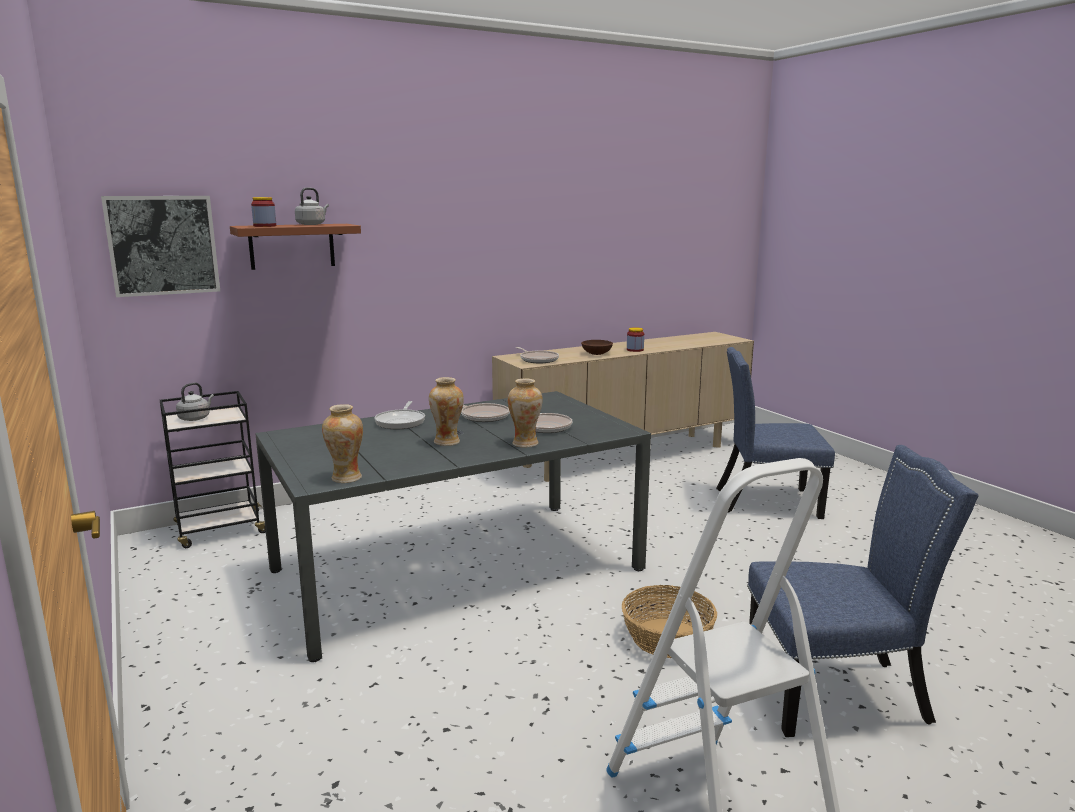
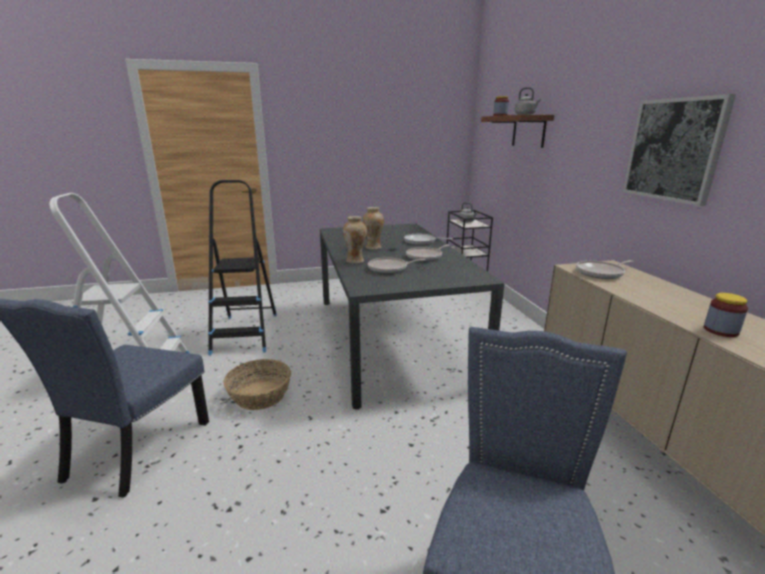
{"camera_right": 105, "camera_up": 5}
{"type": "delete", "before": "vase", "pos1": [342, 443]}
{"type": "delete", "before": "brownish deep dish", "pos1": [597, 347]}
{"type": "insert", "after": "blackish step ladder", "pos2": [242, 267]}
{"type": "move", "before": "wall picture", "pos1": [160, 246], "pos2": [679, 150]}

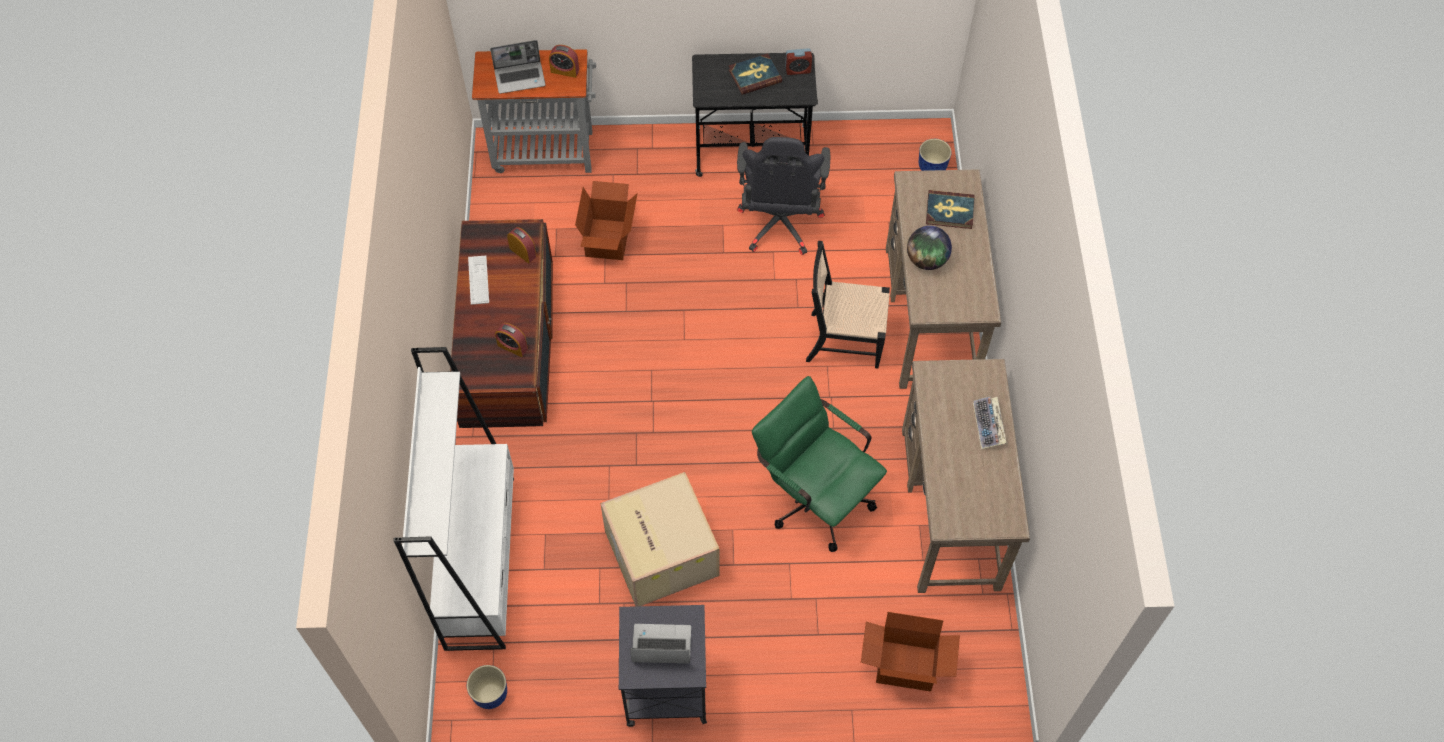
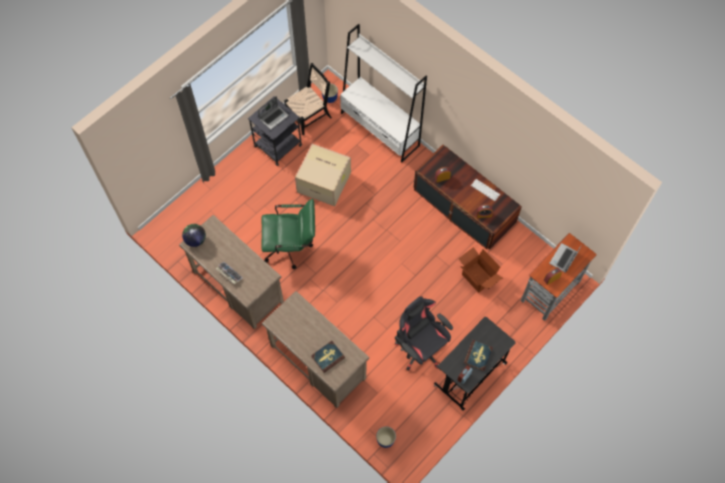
{"camera_right": 135, "camera_up": 5}
{"type": "delete", "before": "carton", "pos1": [910, 651]}
{"type": "move", "before": "upright chair", "pos1": [848, 304], "pos2": [308, 99]}
{"type": "move", "before": "world globe", "pos1": [929, 248], "pos2": [194, 235]}

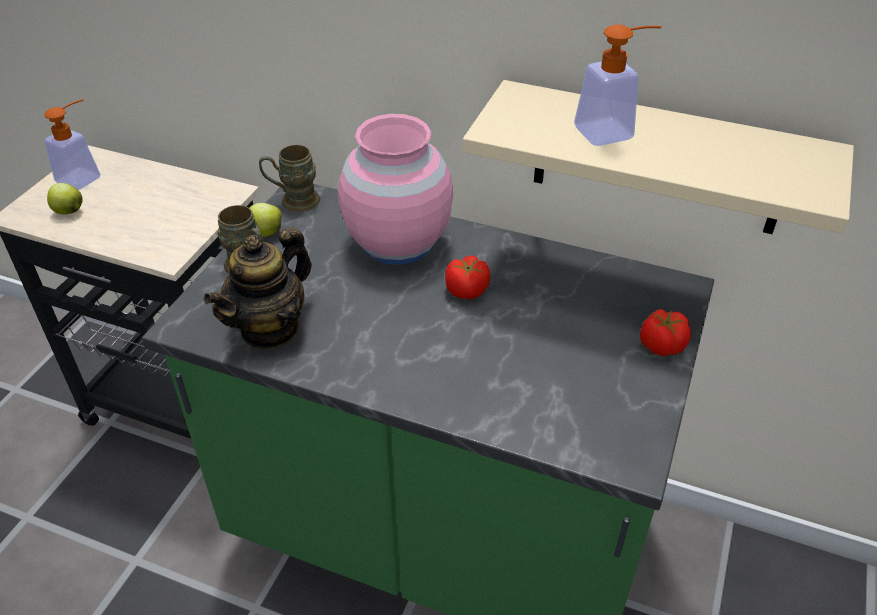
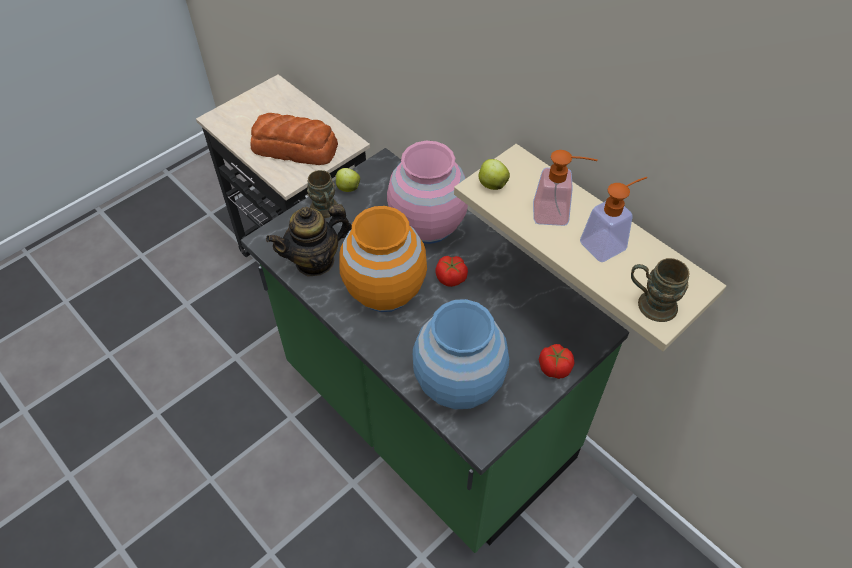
{"camera_right": 25, "camera_up": 10}
{"type": "insert", "after": "baked bread", "pos2": [294, 139]}
{"type": "insert", "after": "orange-coloured vase", "pos2": [383, 259]}
{"type": "insert", "after": "bluish vase", "pos2": [461, 354]}
{"type": "move", "before": "liquid soap bottle", "pos1": [72, 144], "pos2": [613, 219]}
{"type": "move", "before": "whole apple", "pos1": [65, 198], "pos2": [494, 174]}
{"type": "move", "before": "brownish tea mug", "pos1": [289, 178], "pos2": [660, 290]}

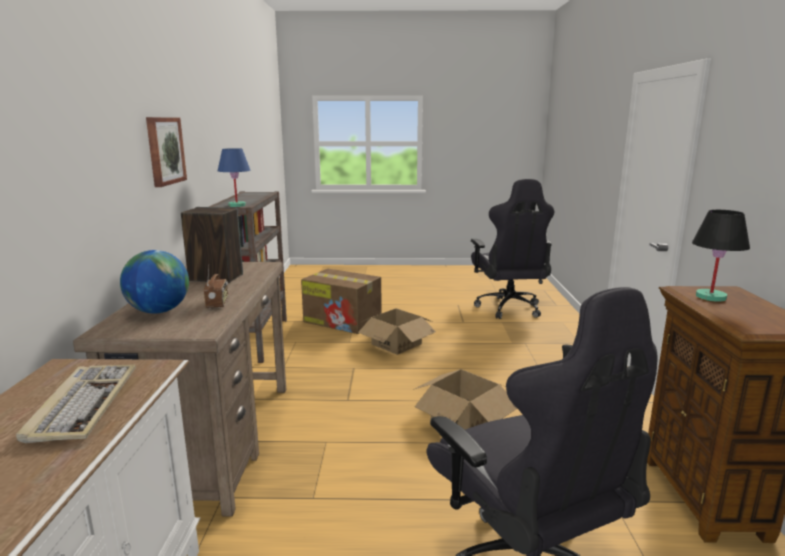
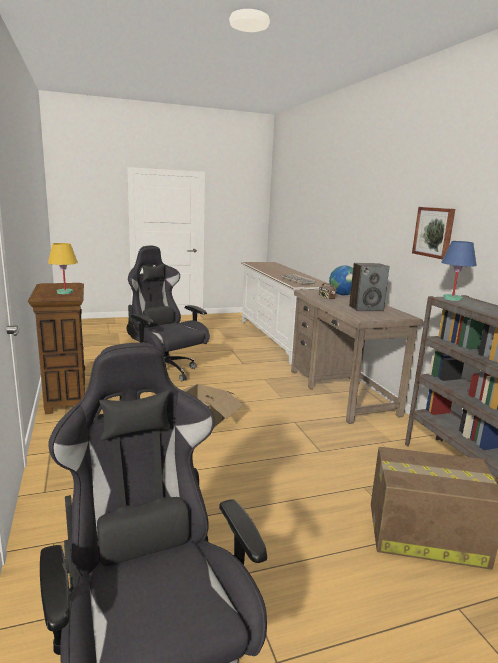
{"camera_right": 160, "camera_up": 0}
{"type": "delete", "before": "carton", "pos1": [397, 331]}
{"type": "recolor", "before": "blackish table lamp", "after": "yellow table lamp", "pos1": [721, 256], "pos2": [63, 268]}

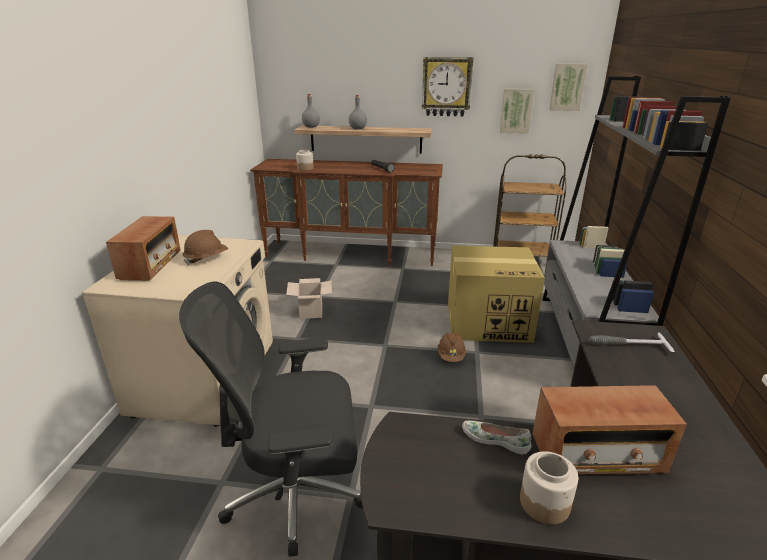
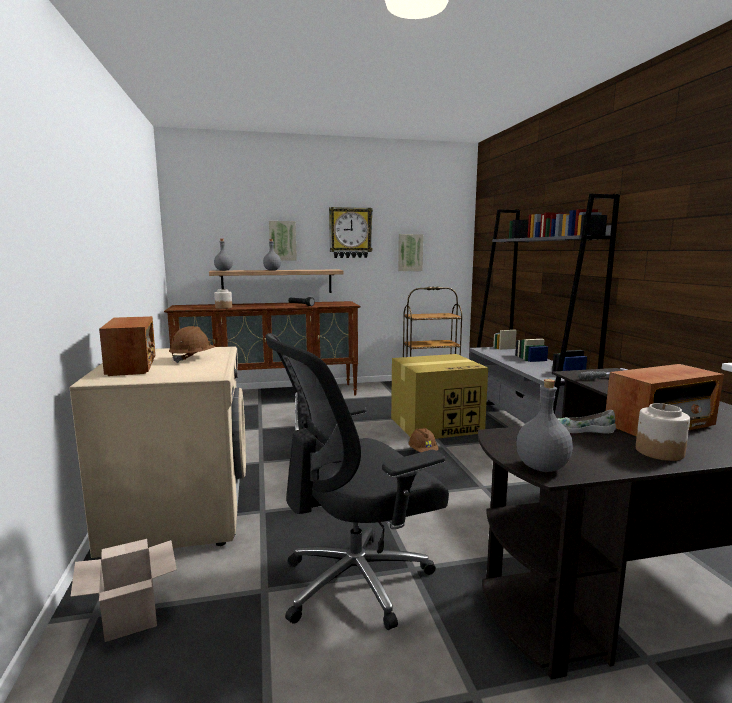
{"camera_right": -20, "camera_up": -15}
{"type": "insert", "after": "gray beverage bottle", "pos2": [544, 425]}
{"type": "move", "before": "carton", "pos1": [309, 298], "pos2": [123, 590]}
{"type": "move", "before": "wall picture", "pos1": [568, 87], "pos2": [283, 241]}

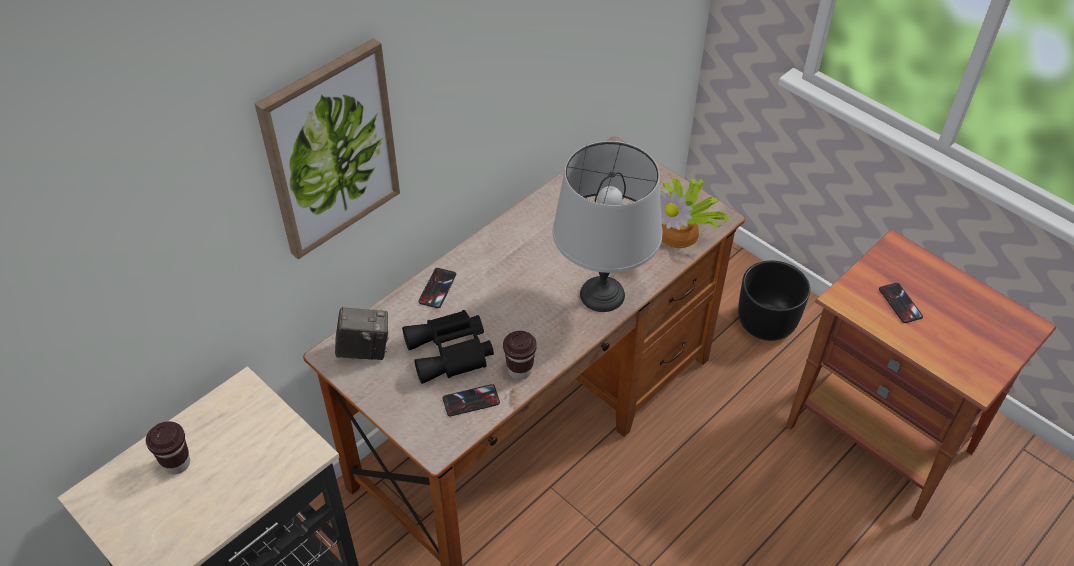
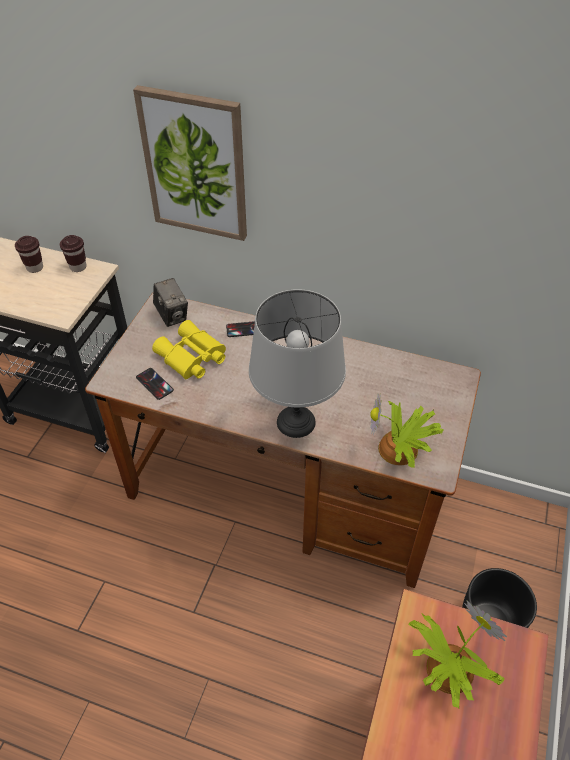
{"camera_right": 65, "camera_up": 0}
{"type": "move", "before": "brownish cup", "pos1": [520, 355], "pos2": [73, 253]}
{"type": "replace", "before": "phone", "after": "plant in a pot", "pos1": [901, 303], "pos2": [457, 654]}
{"type": "recolor", "before": "blackish field glasses", "after": "yellow field glasses", "pos1": [448, 347], "pos2": [189, 349]}

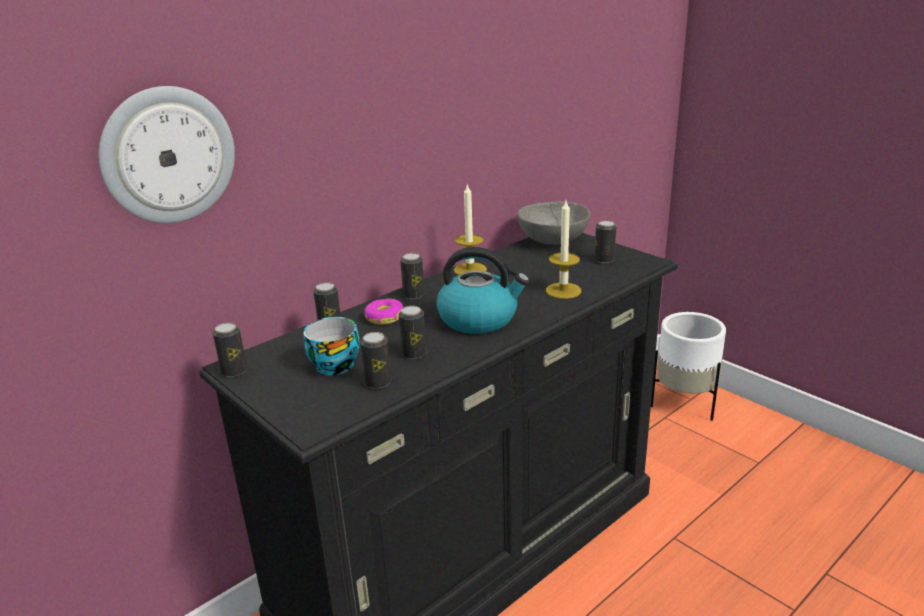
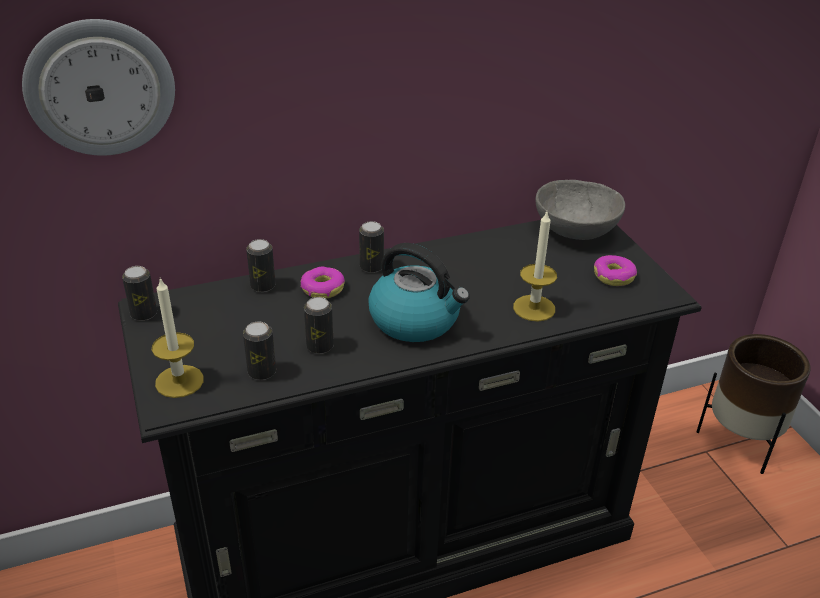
{"camera_right": 20, "camera_up": 10}
{"type": "delete", "before": "cup", "pos1": [331, 346]}
{"type": "move", "before": "candle", "pos1": [470, 229], "pos2": [178, 338]}
{"type": "replace", "before": "metal can", "after": "ring doughnut", "pos1": [605, 241], "pos2": [615, 270]}
{"type": "recolor", "before": "whitish plant pot", "after": "brownish plant pot", "pos1": [688, 366], "pos2": [753, 404]}

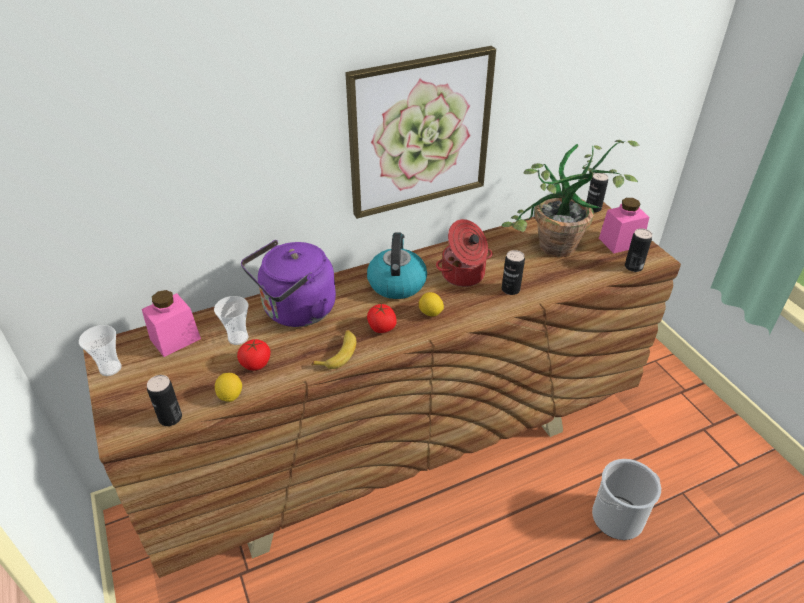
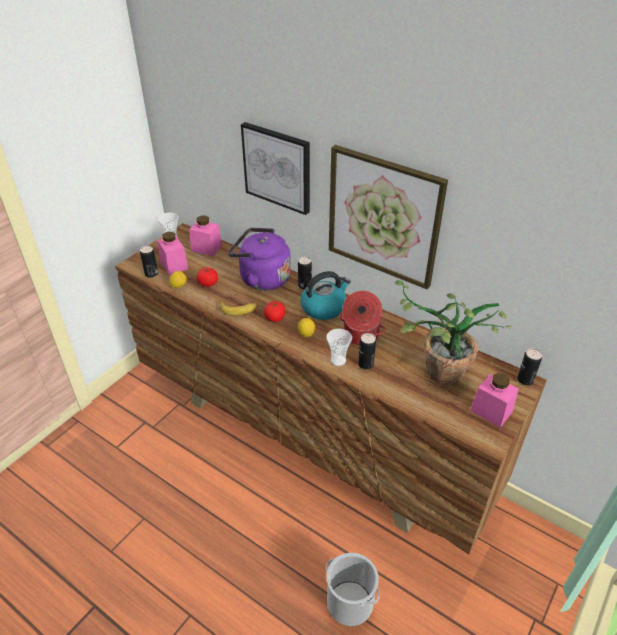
{"camera_right": 60, "camera_up": 0}
{"type": "insert", "after": "pink-coloured storage jar", "pos2": [172, 253]}
{"type": "insert", "after": "wall picture", "pos2": [275, 168]}
{"type": "move", "before": "cup", "pos1": [231, 320], "pos2": [339, 347]}
{"type": "move", "before": "metal can", "pos1": [638, 250], "pos2": [305, 273]}

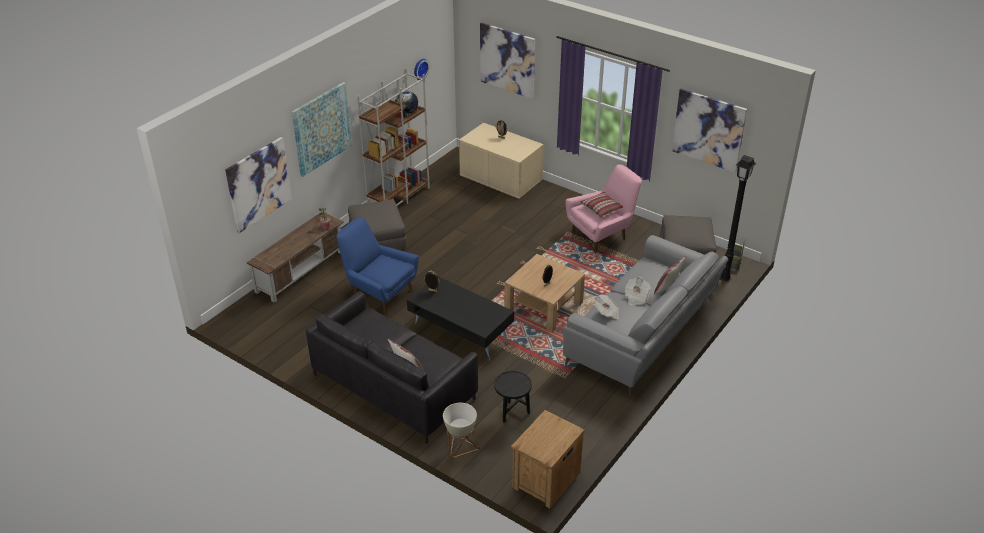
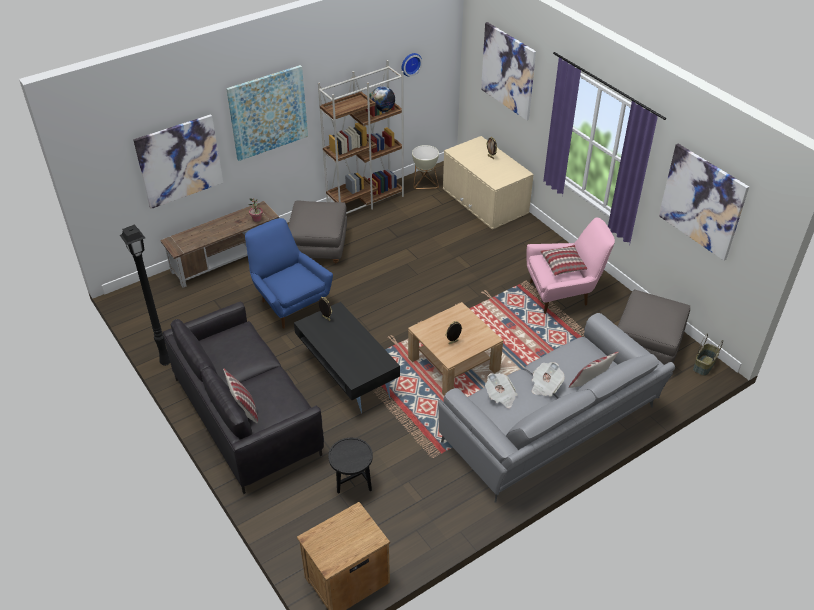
{"camera_right": 20, "camera_up": 5}
{"type": "move", "before": "plant pot", "pos1": [461, 430], "pos2": [425, 167]}
{"type": "move", "before": "blackish standard lamp", "pos1": [739, 218], "pos2": [145, 295]}

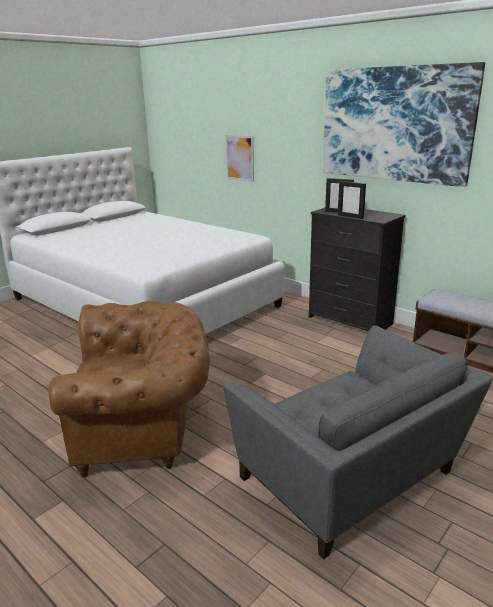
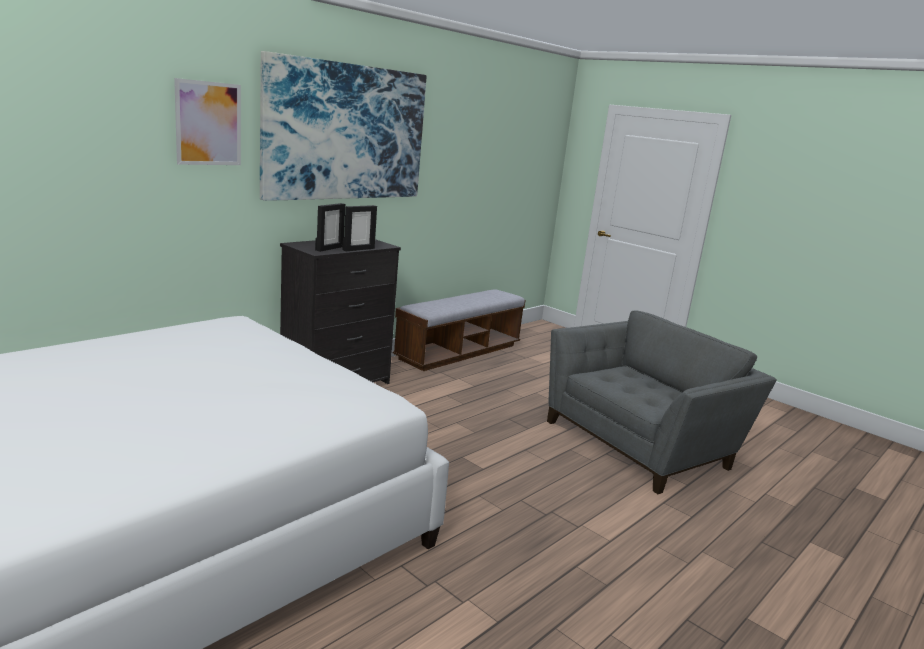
{"camera_right": -90, "camera_up": -5}
{"type": "delete", "before": "brownish easy chair", "pos1": [129, 389]}
{"type": "move", "before": "wall picture", "pos1": [239, 158], "pos2": [207, 121]}

